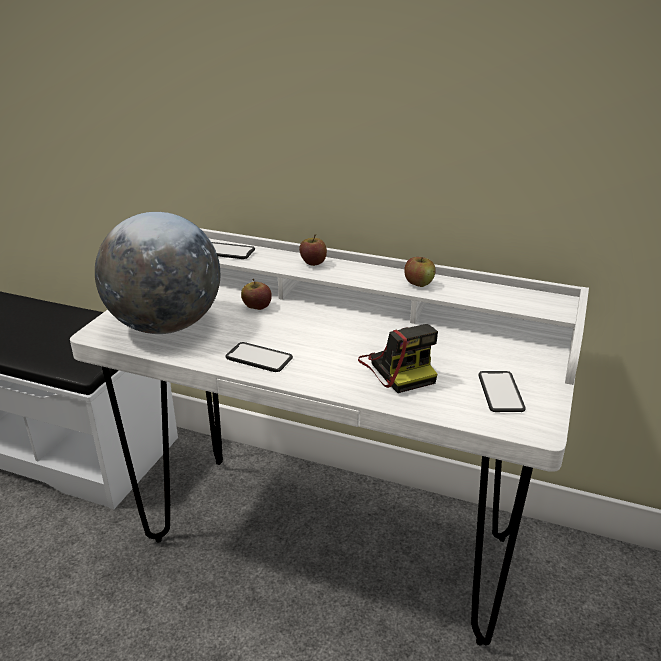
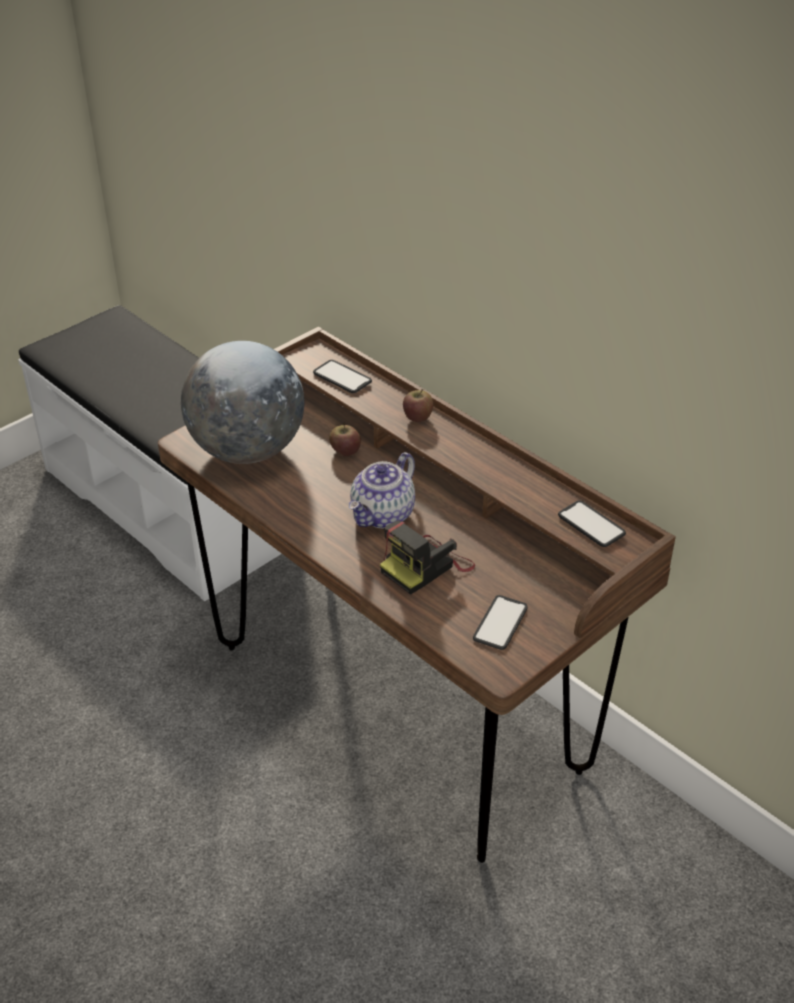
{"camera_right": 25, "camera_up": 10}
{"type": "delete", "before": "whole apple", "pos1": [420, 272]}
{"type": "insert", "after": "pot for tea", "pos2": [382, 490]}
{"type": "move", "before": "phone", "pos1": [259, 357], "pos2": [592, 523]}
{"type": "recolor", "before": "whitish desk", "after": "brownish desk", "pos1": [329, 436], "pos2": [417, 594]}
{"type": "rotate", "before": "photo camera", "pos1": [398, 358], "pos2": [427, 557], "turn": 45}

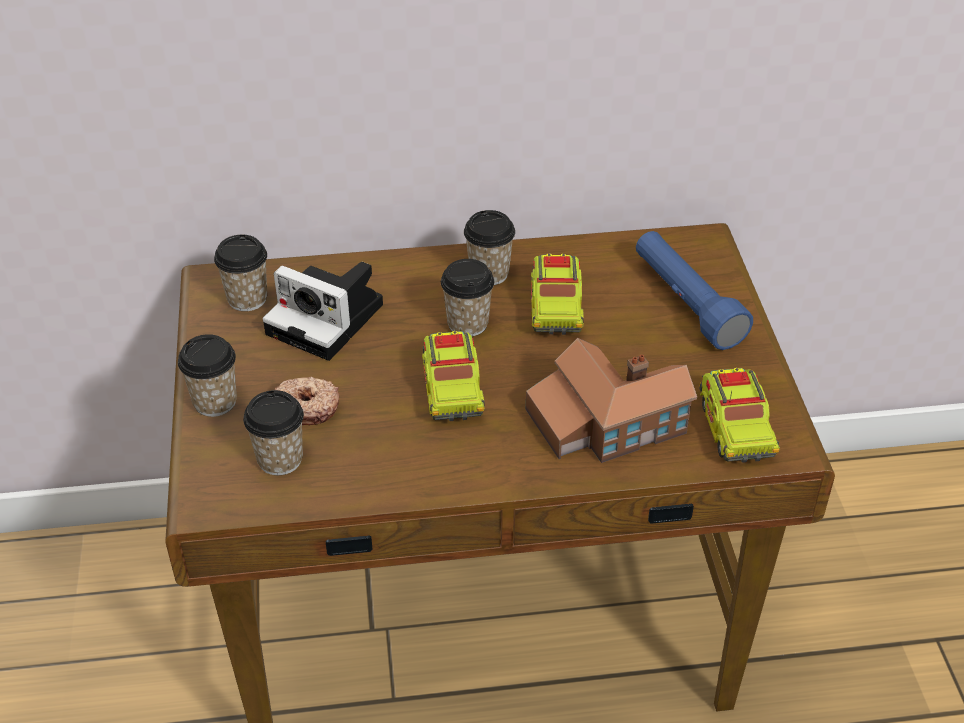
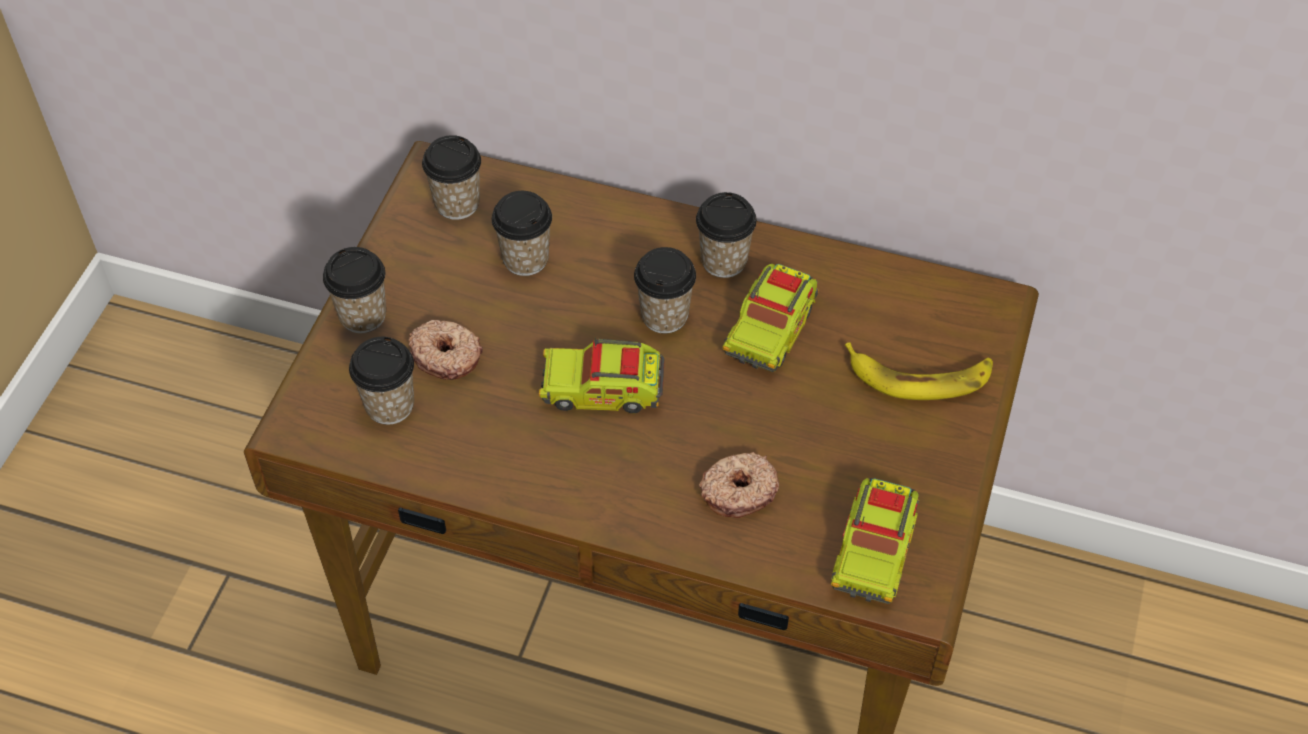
{"camera_right": 25, "camera_up": 10}
{"type": "replace", "before": "photo camera", "after": "cup", "pos1": [323, 311], "pos2": [522, 233]}
{"type": "replace", "before": "miniature house", "after": "ring doughnut", "pos1": [611, 400], "pos2": [739, 485]}
{"type": "replace", "before": "bluish torch", "after": "banana", "pos1": [694, 290], "pos2": [919, 371]}
{"type": "rotate", "before": "model truck", "pos1": [453, 376], "pos2": [602, 375], "turn": 75}

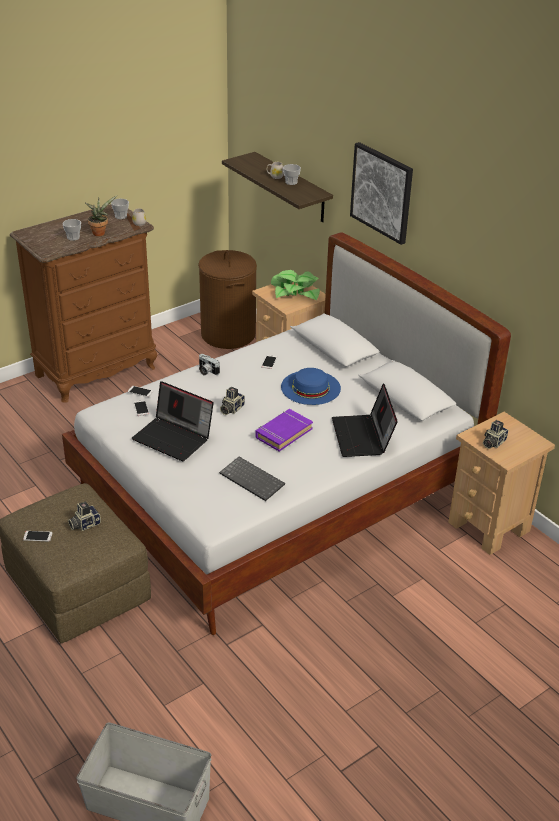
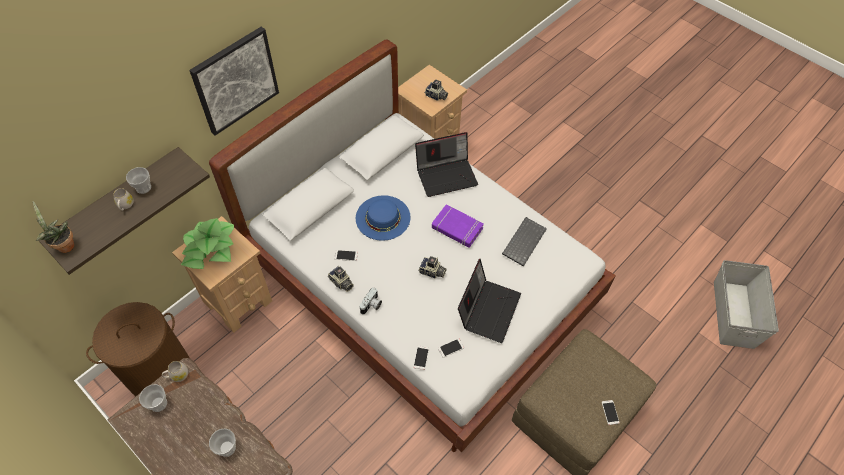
{"camera_right": -100, "camera_up": 20}
{"type": "move", "before": "photo camera", "pos1": [84, 516], "pos2": [341, 279]}
{"type": "move", "before": "plant in a pot", "pos1": [101, 215], "pos2": [53, 227]}

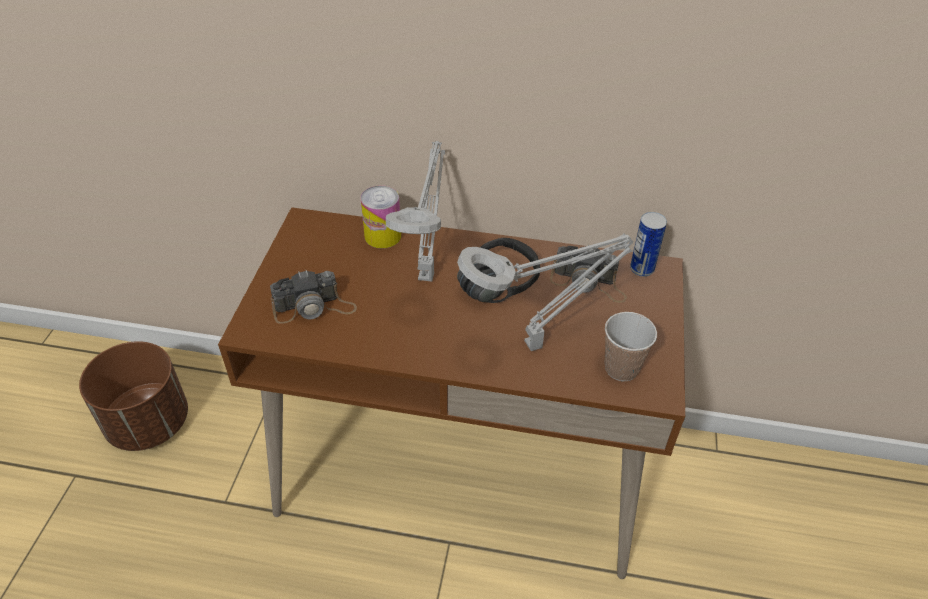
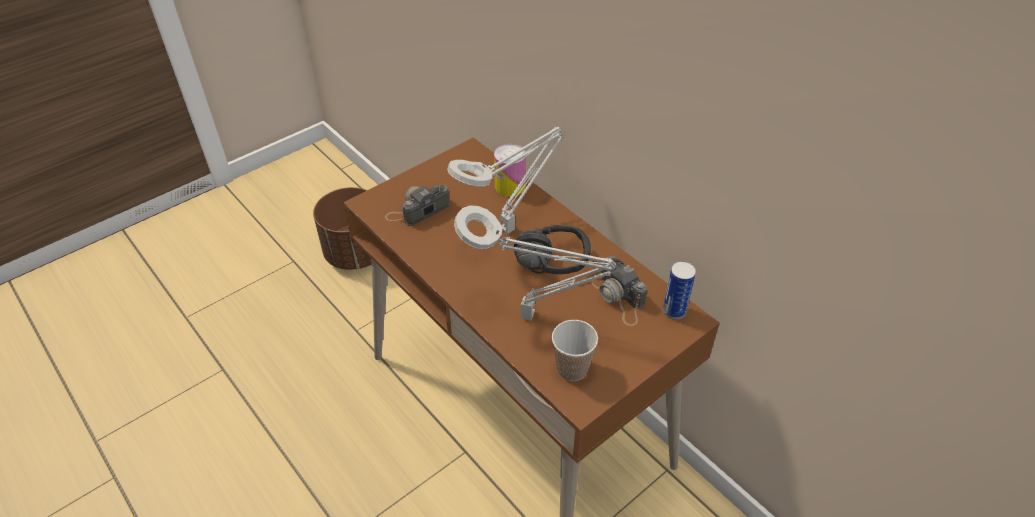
{"camera_right": 40, "camera_up": 0}
{"type": "rotate", "before": "photo camera", "pos1": [313, 297], "pos2": [417, 205], "turn": 120}

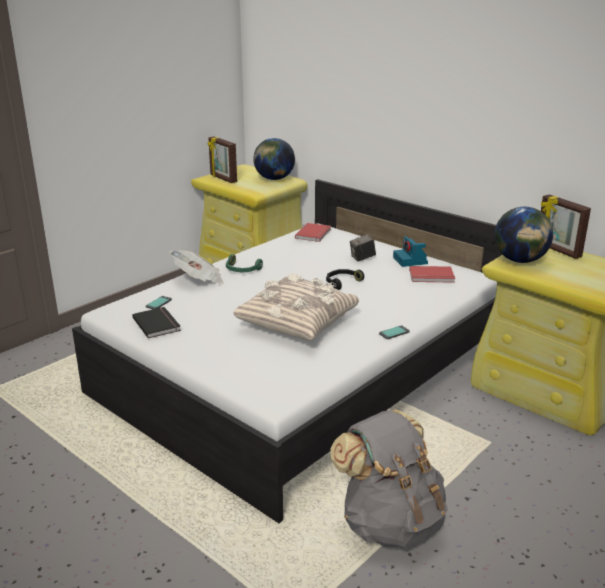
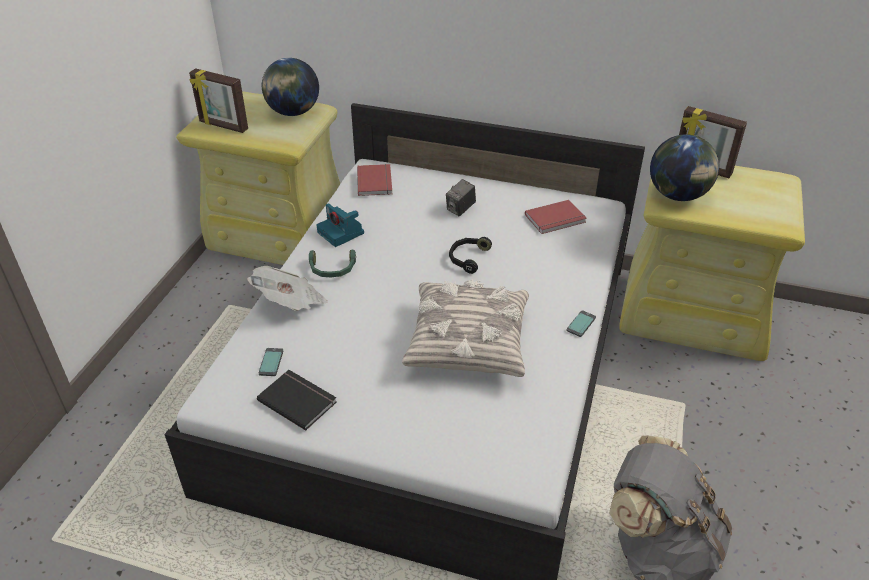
{"camera_right": -25, "camera_up": 15}
{"type": "move", "before": "photo camera", "pos1": [410, 251], "pos2": [340, 225]}

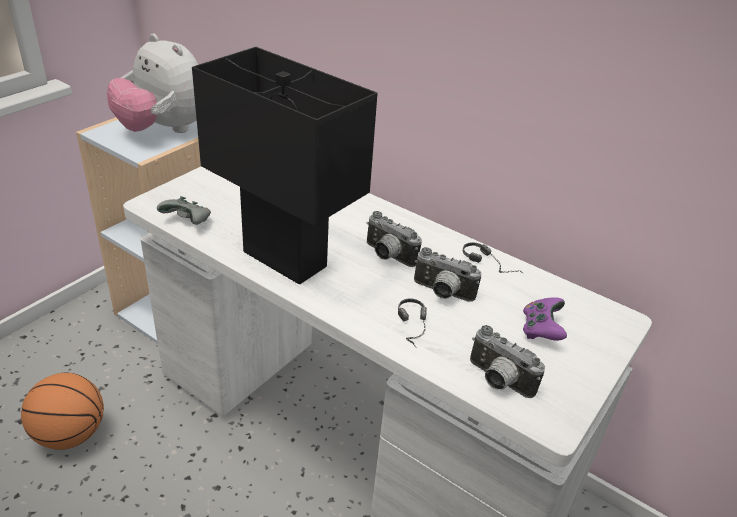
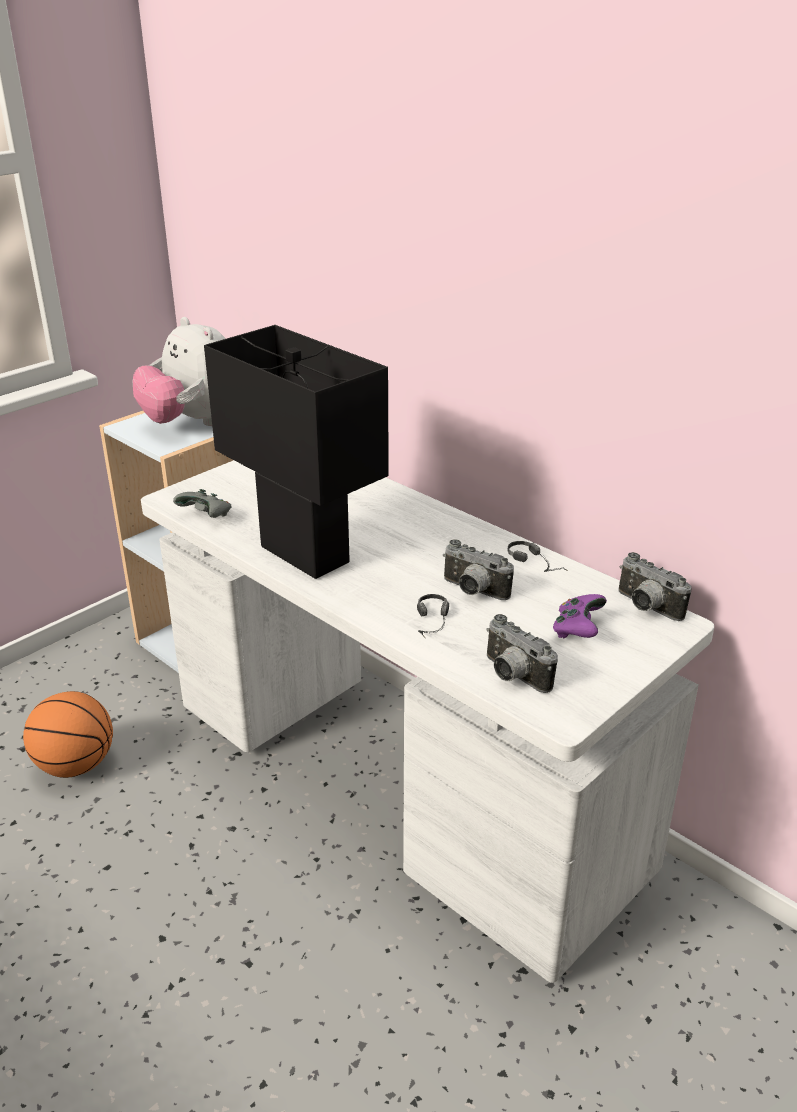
{"camera_right": 10, "camera_up": -5}
{"type": "move", "before": "photo camera", "pos1": [394, 239], "pos2": [655, 586]}

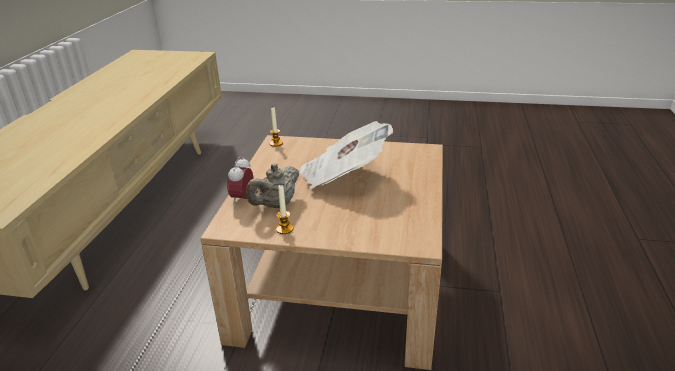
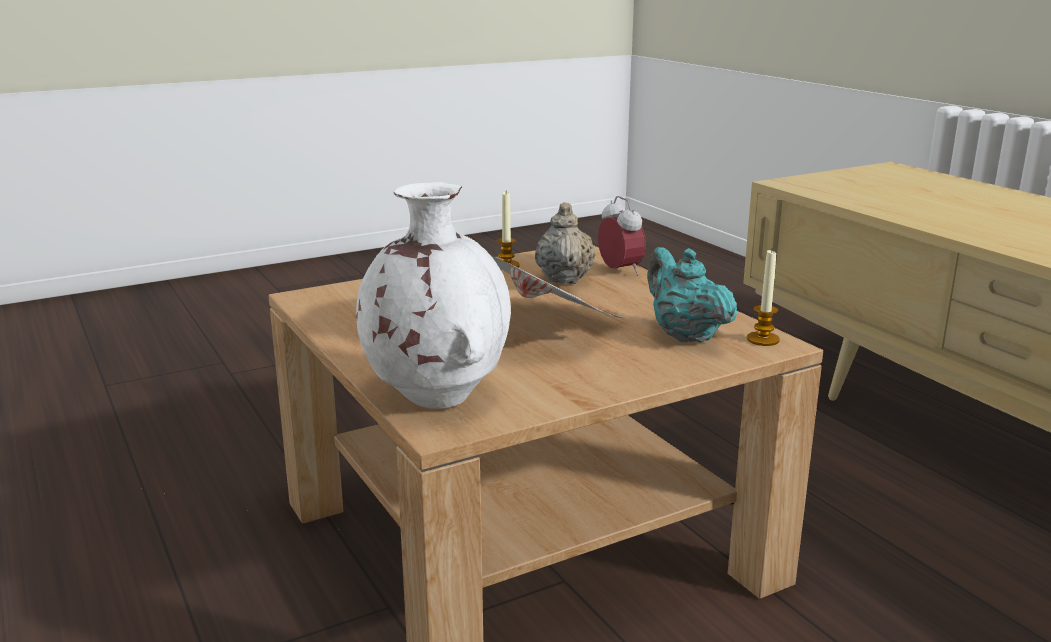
{"camera_right": 140, "camera_up": -10}
{"type": "insert", "after": "whitish vase", "pos2": [433, 295]}
{"type": "insert", "after": "blue-green pot for tea", "pos2": [692, 295]}

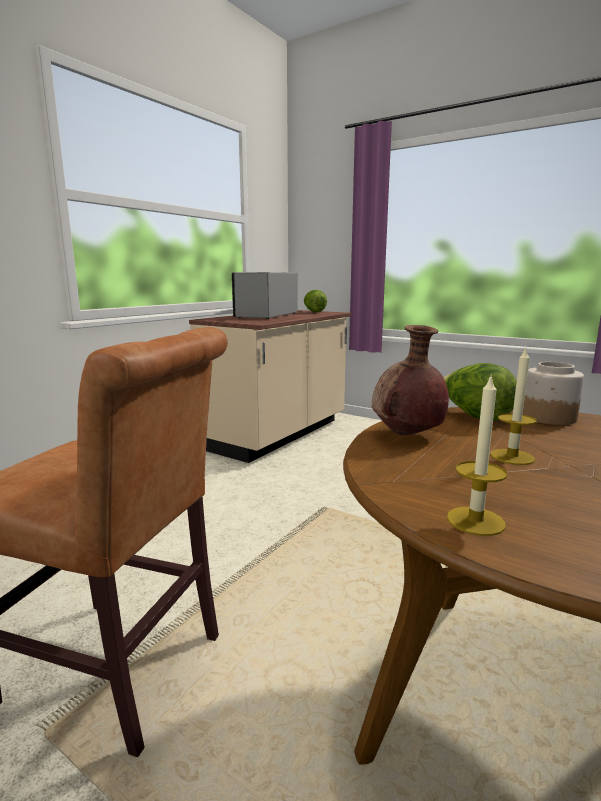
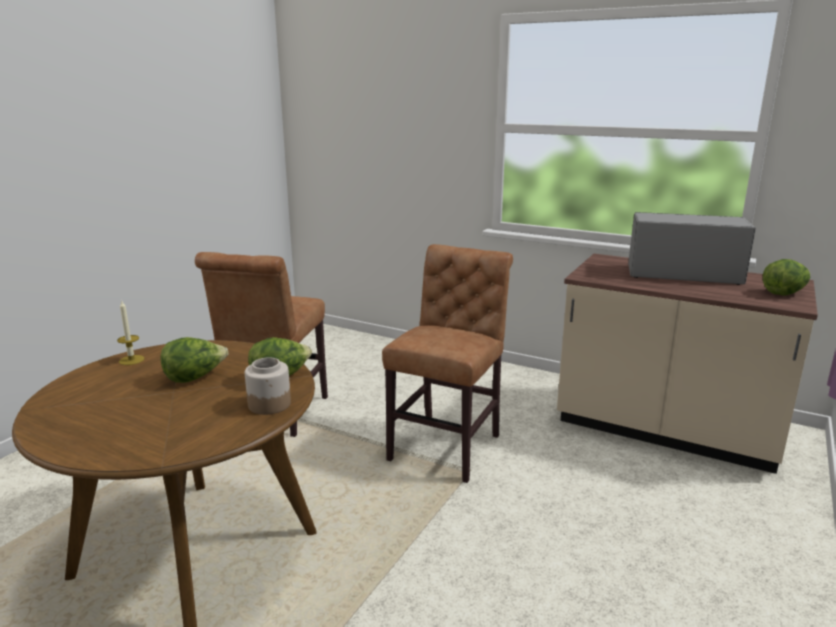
{"camera_right": 85, "camera_up": 5}
{"type": "delete", "before": "brownish vase", "pos1": [410, 380]}
{"type": "insert", "after": "brownish upright chair", "pos2": [447, 363]}
{"type": "replace", "before": "candle", "after": "lettuce head", "pos1": [513, 406], "pos2": [194, 360]}

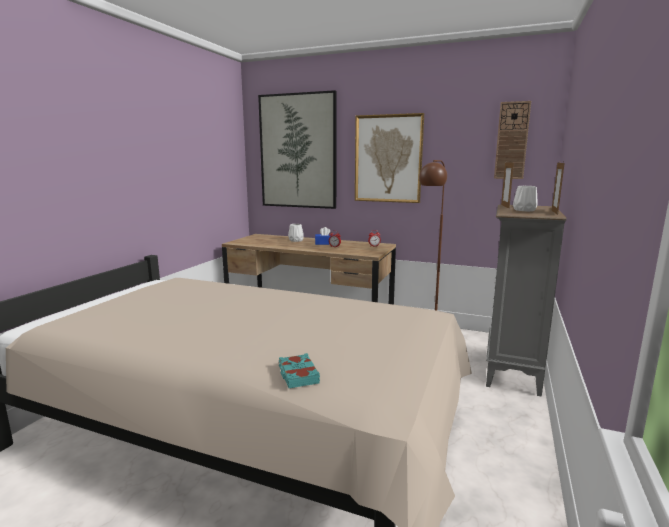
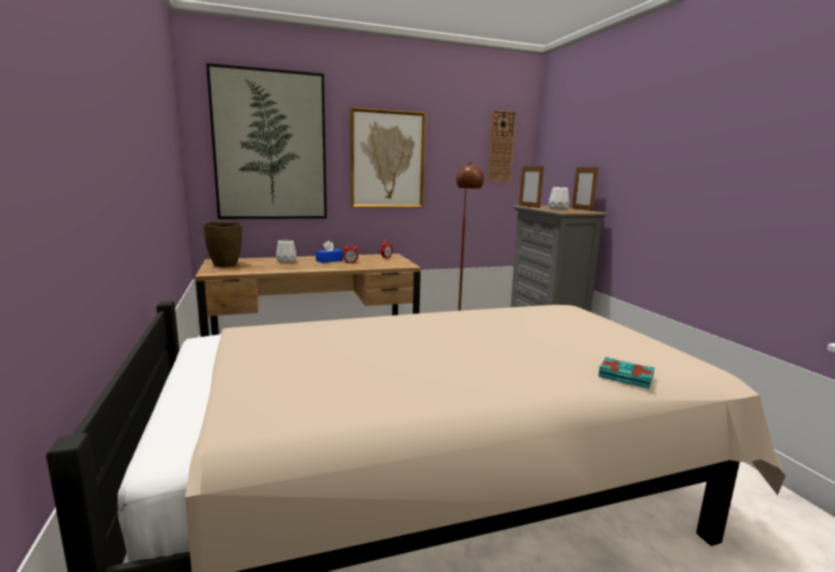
{"camera_right": -40, "camera_up": 0}
{"type": "insert", "after": "brownish vase", "pos2": [222, 244]}

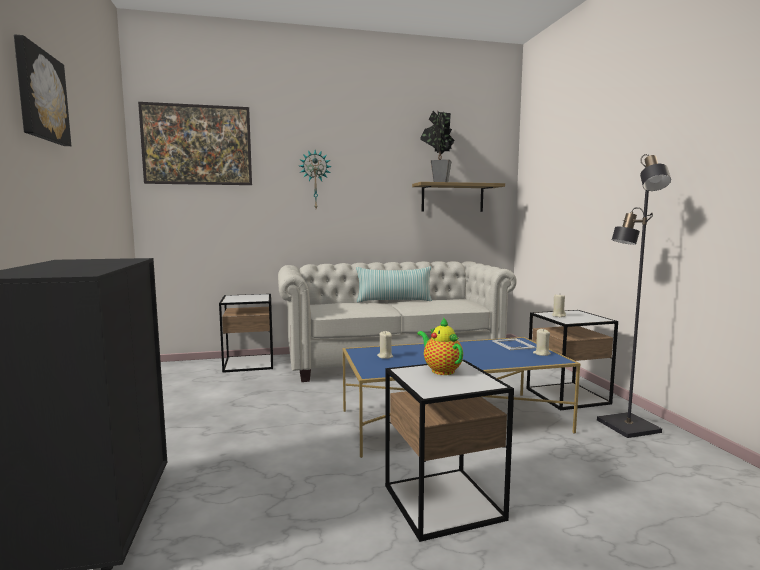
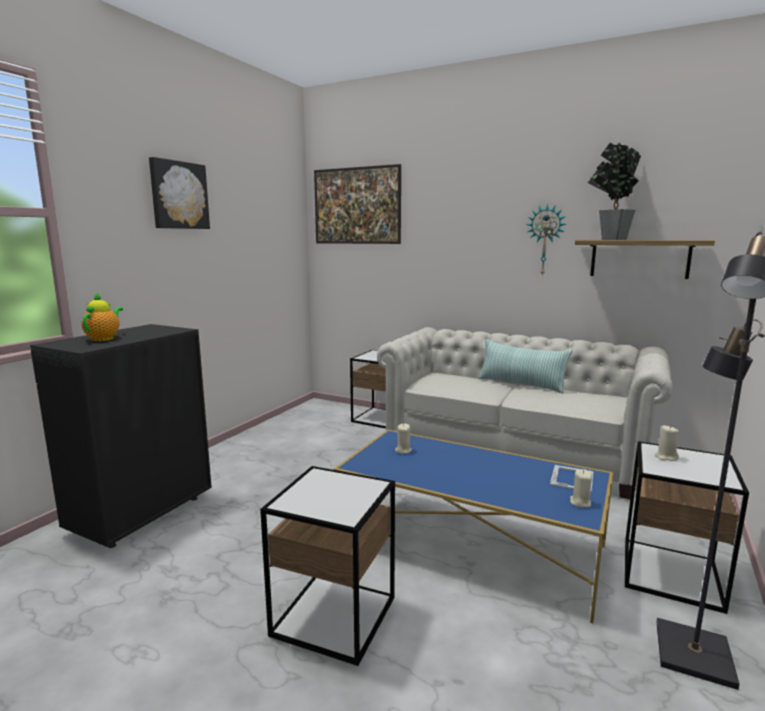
{"camera_right": 40, "camera_up": 5}
{"type": "move", "before": "wall clock", "pos1": [315, 179], "pos2": [546, 240]}
{"type": "move", "before": "pot for tea", "pos1": [440, 346], "pos2": [102, 317]}

